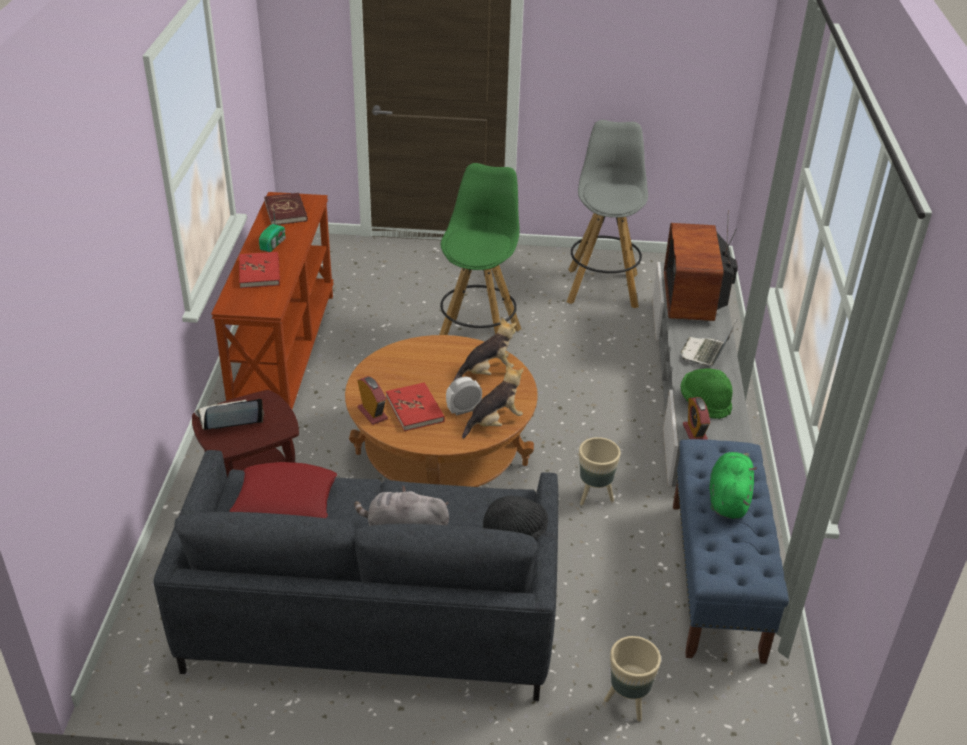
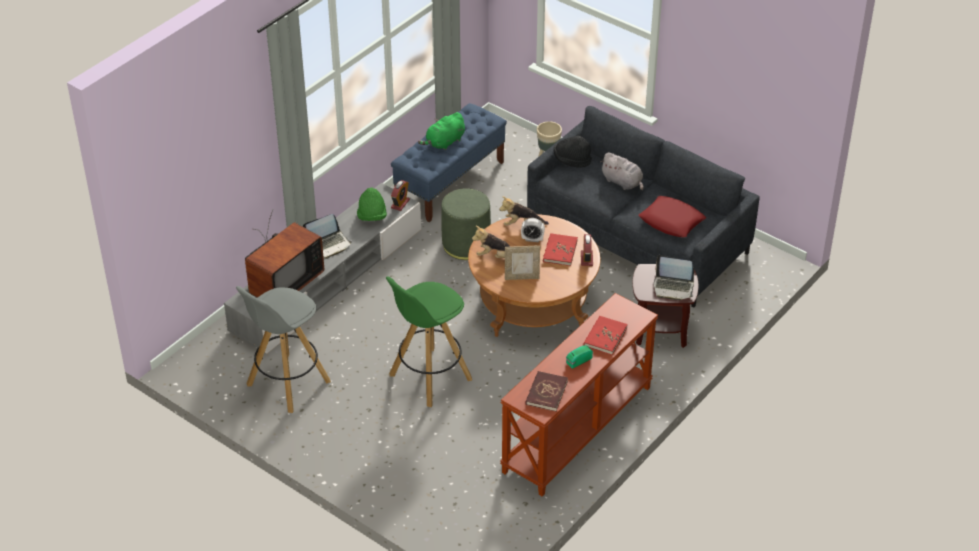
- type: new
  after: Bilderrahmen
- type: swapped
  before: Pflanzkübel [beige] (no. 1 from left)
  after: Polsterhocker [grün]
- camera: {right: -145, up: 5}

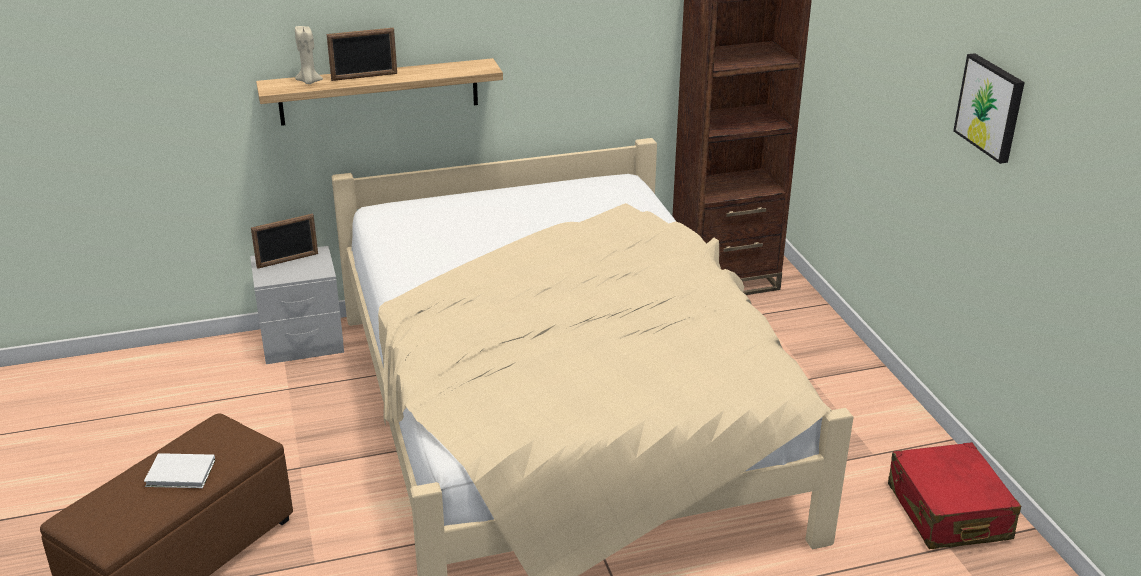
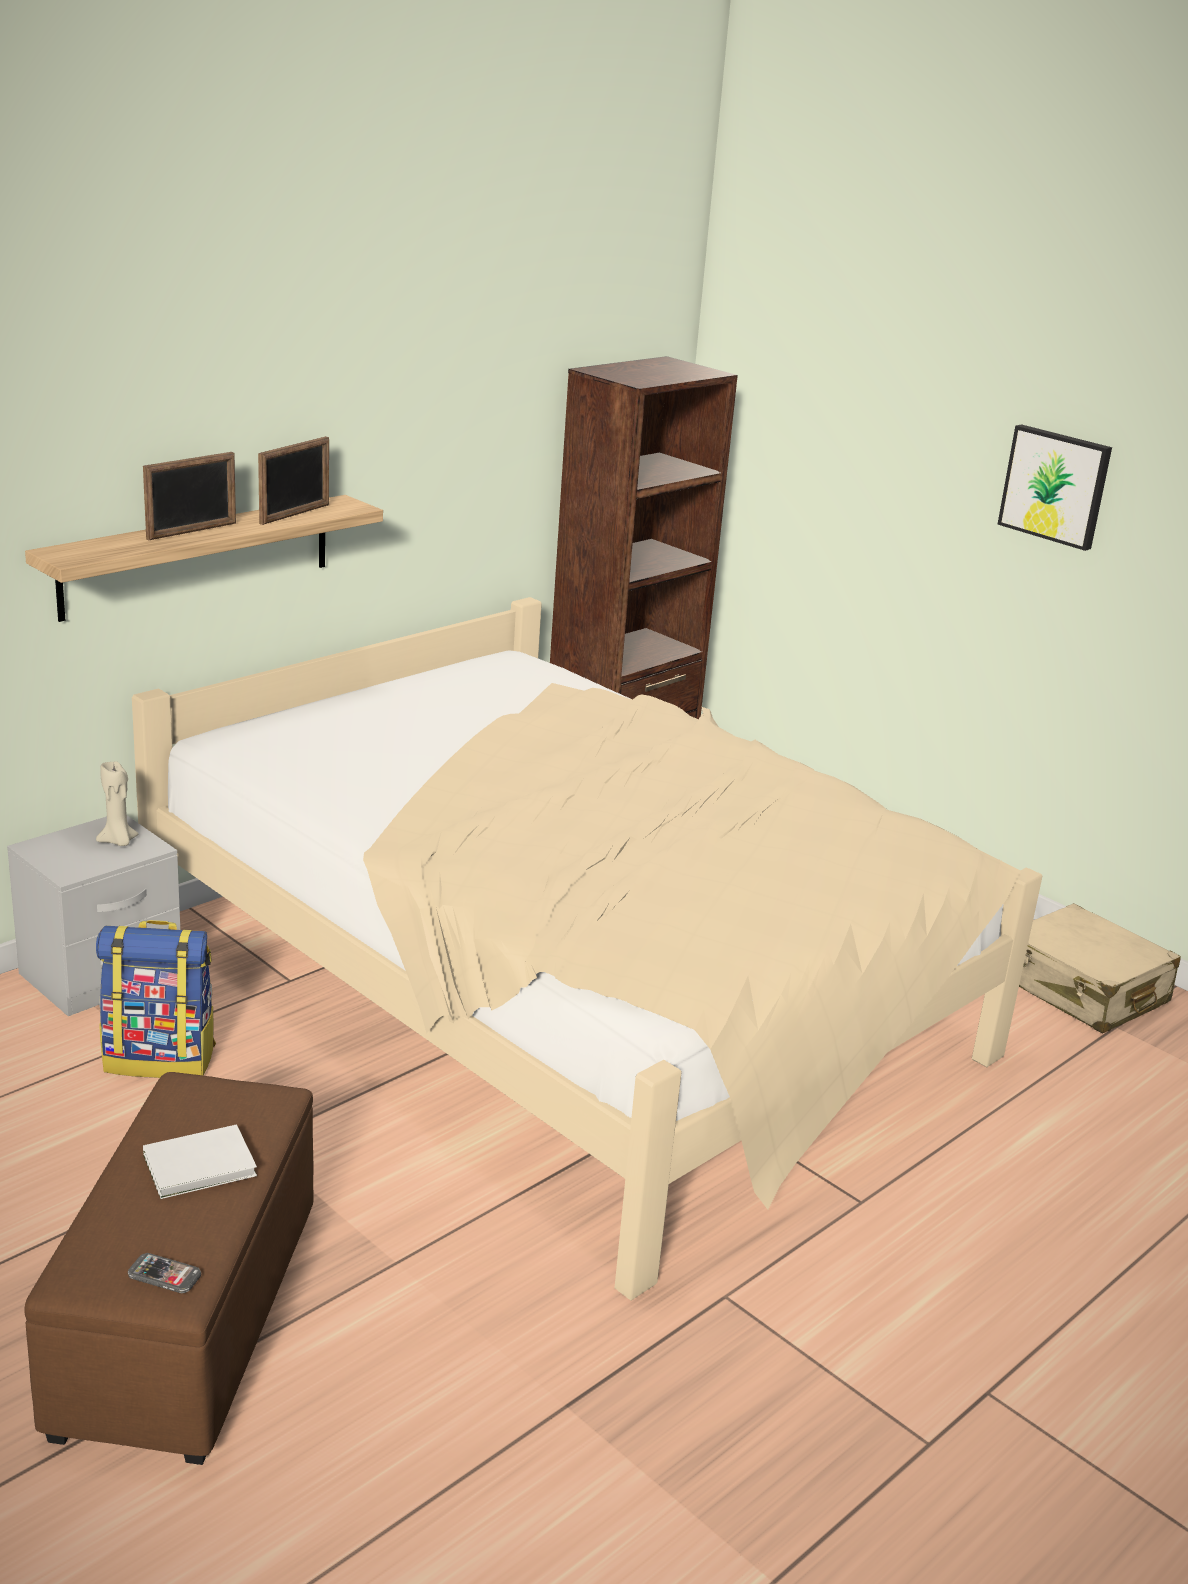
- type: new
  after: Rucksack
- type: new
  after: Handy
- type: shifted
  before: Bilderrahmen (no. 1 from left in the first image)
  after: Bilderrahmen (no. 2 from left)
- type: shifted
  before: Kerze [beige]
- type: repainted
  before: Koffer [rot]
  after: Koffer [beige]
- camera: {right: -30, up: -5}

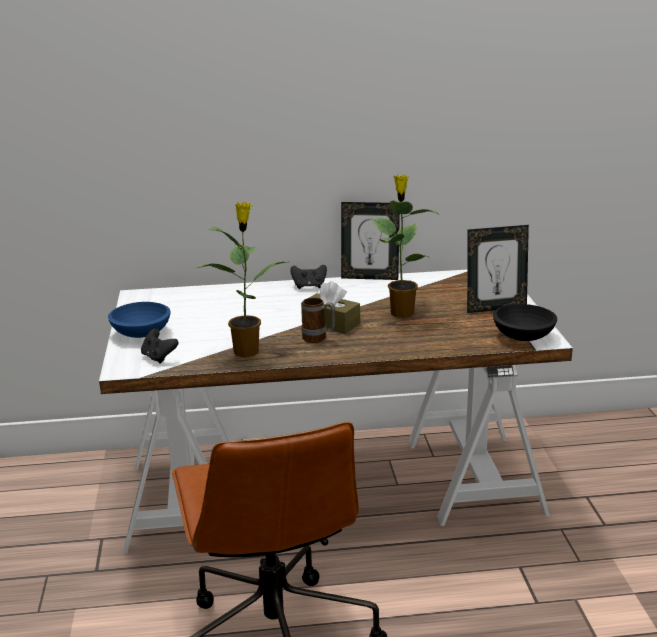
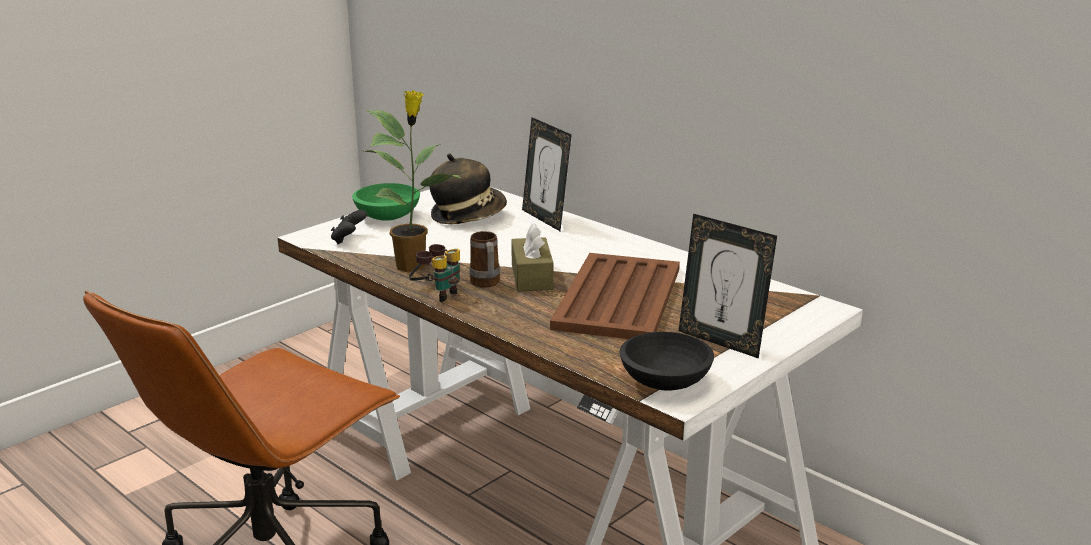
- type: gone
  before: Gamepad [schwarz] (no. 2 from left)
- type: new
  after: Fernglas
- type: new
  after: Hut
- type: shifted
  before: Bilderrahmen (no. 1 from left)
- type: swapped
  before: Topfpflanze (no. 2 from left)
  after: Tablett [braun]
- type: repainted
  before: Schüssel [blau]
  after: Schüssel [grün]
- camera: {right: 50, up: 0}

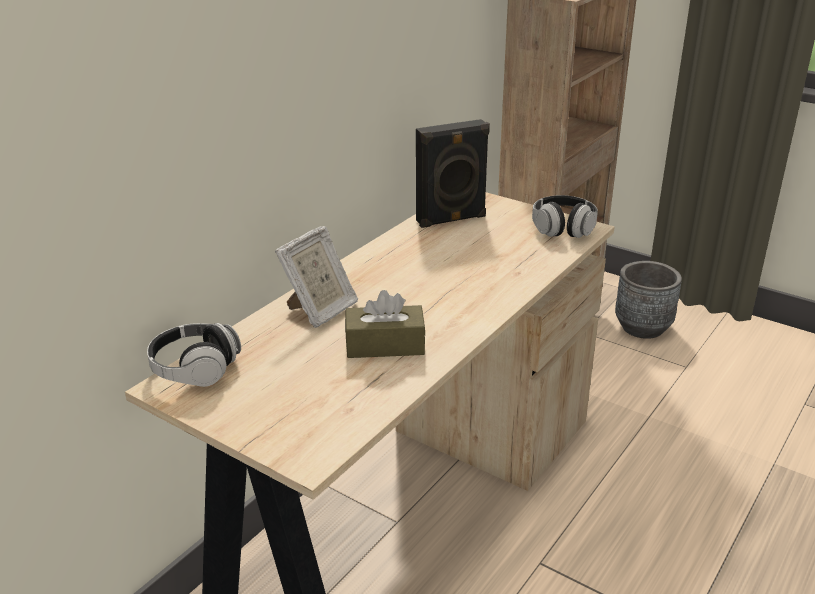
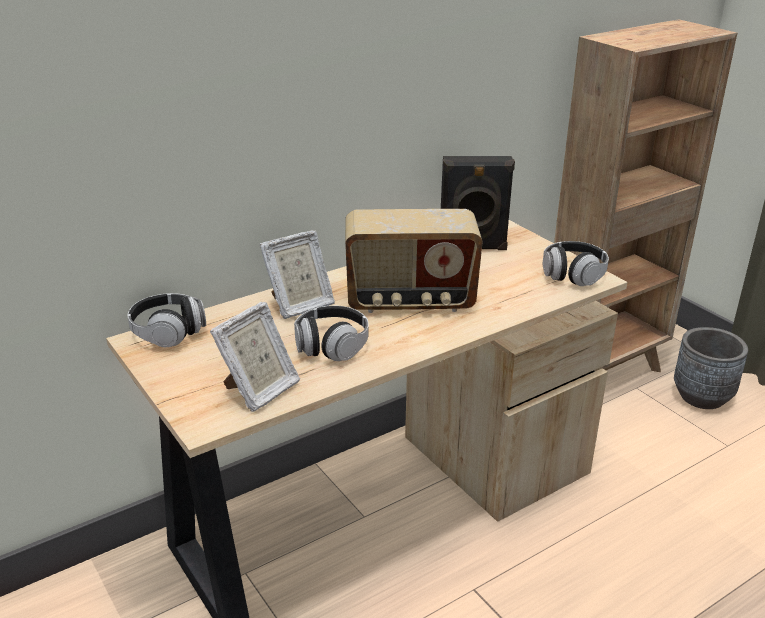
- type: new
  after: Bilderrahmen (no. 1 from left)
- type: new
  after: Radio
- type: swapped
  before: Taschentuchbox [braun]
  after: Kopfhörer (no. 2 from left)
- camera: {right: 20, up: 0}

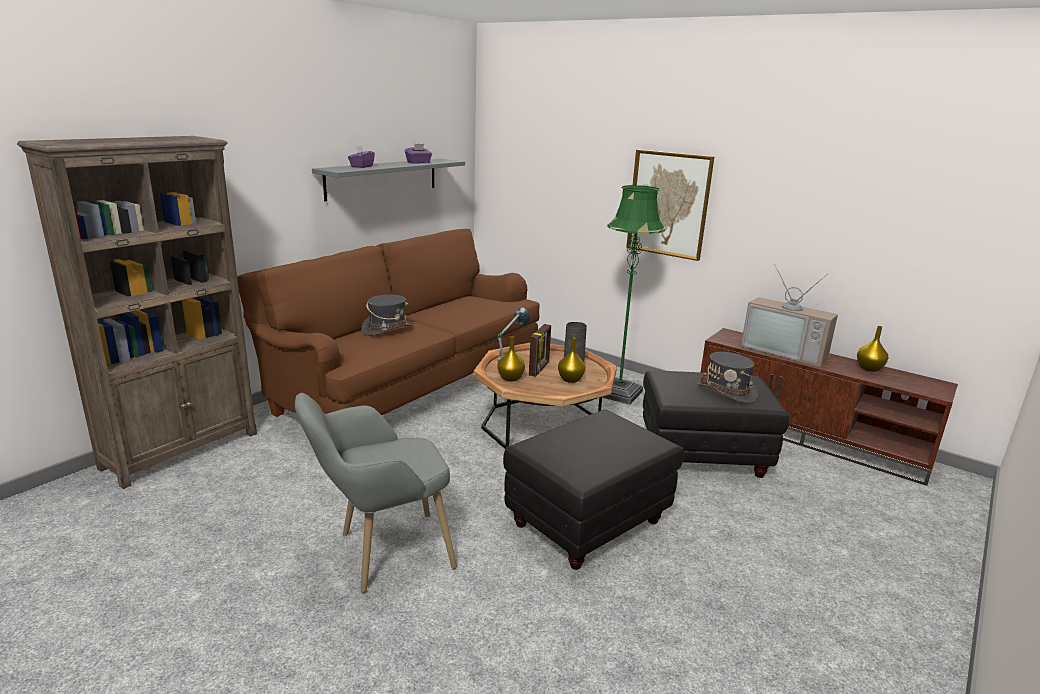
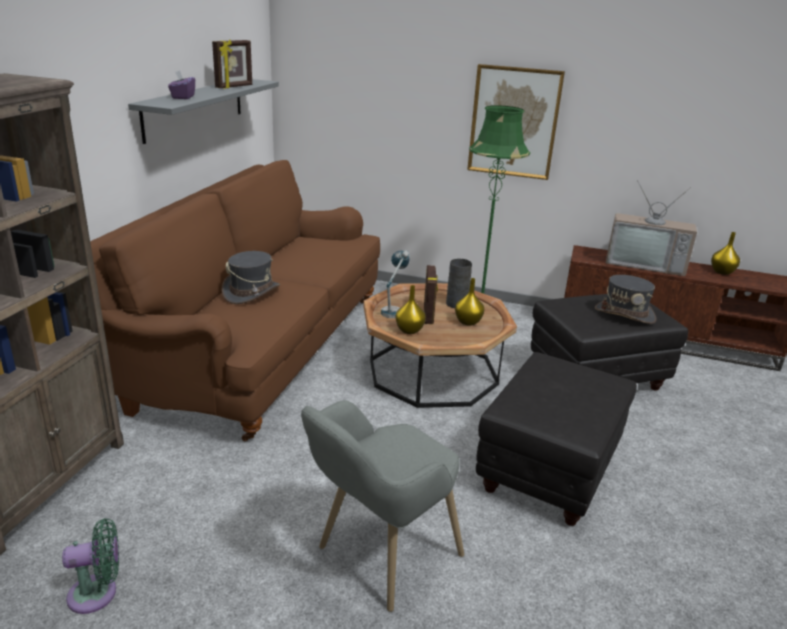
- type: new
  after: Ventilator [grün]
- type: swapped
  before: Taschentuchbox [lila] (no. 2 from left)
  after: Bilderrahmen (no. 1 from left)
- camera: {right: -20, up: 5}

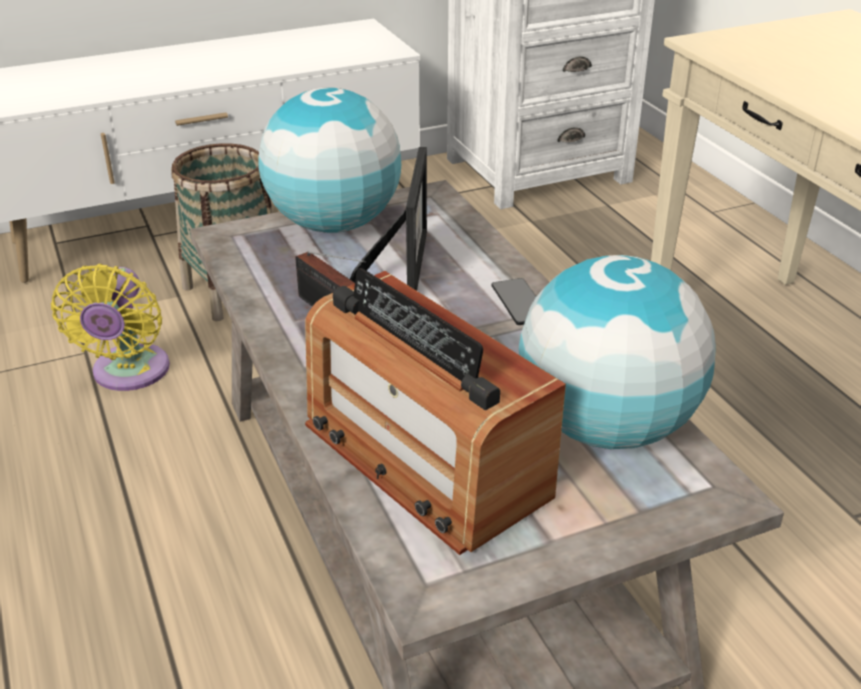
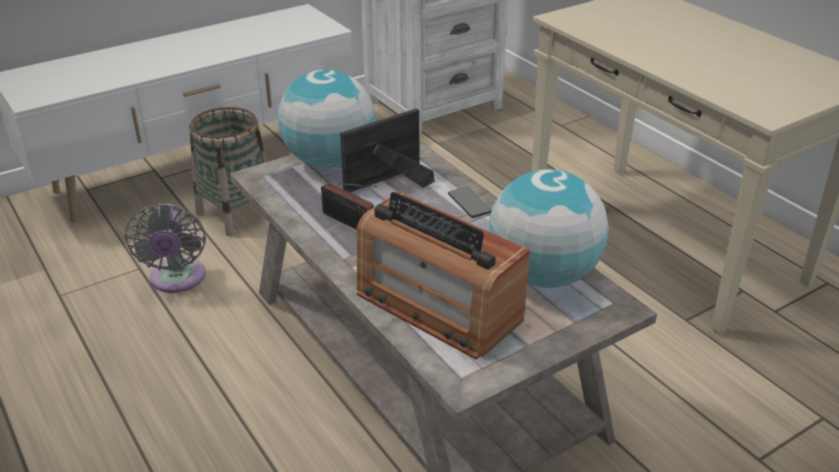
- type: repainted
  before: Ventilator [gelb]
  after: Ventilator [grau]
- type: rotated
  before: Bilderrahmen
  turn: -120
- camera: {right: -10, up: 0}

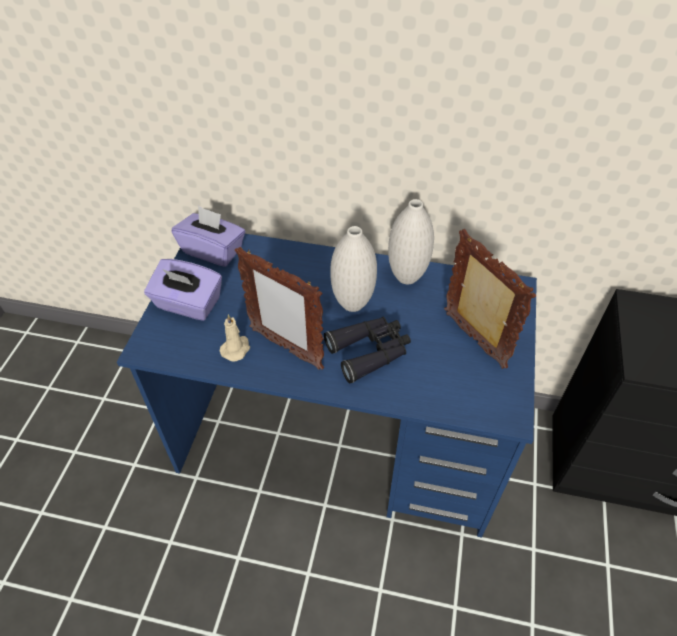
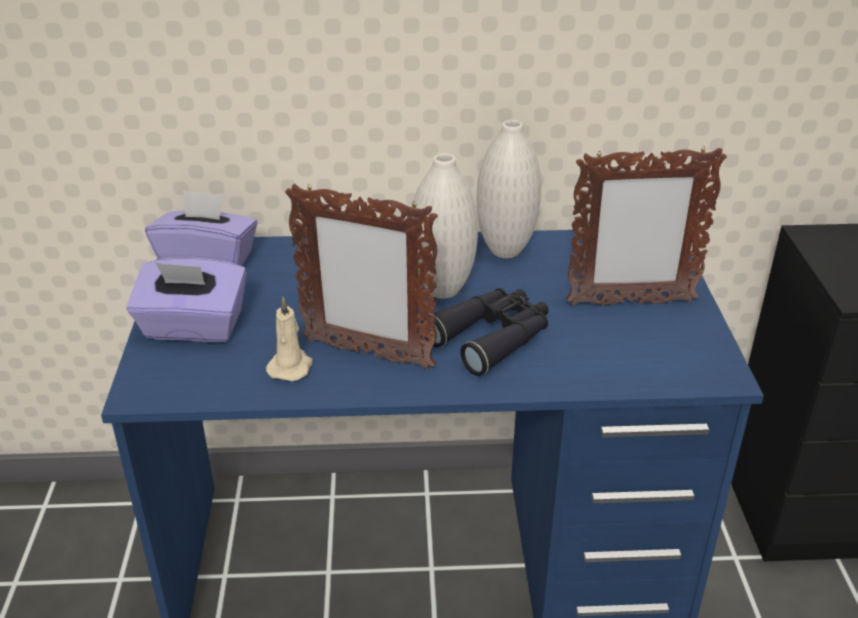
- type: rotated
  before: Bilderrahmen (no. 2 from left)
  turn: 135
- camera: {right: -15, up: -15}

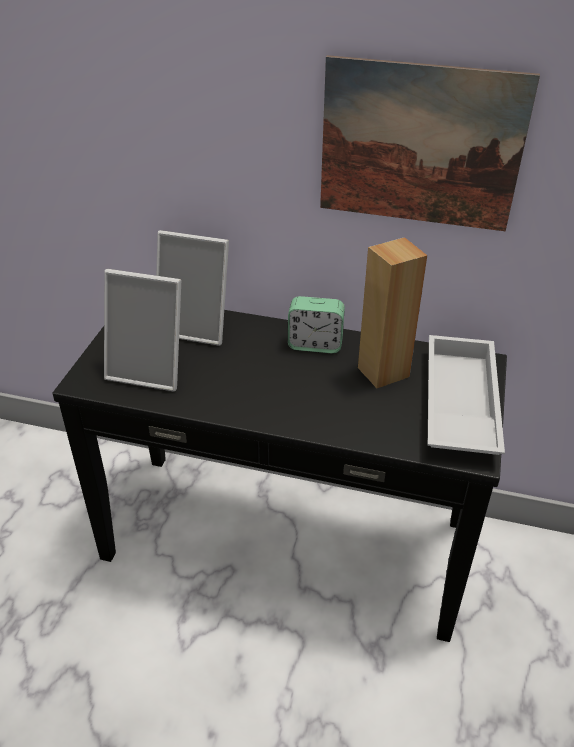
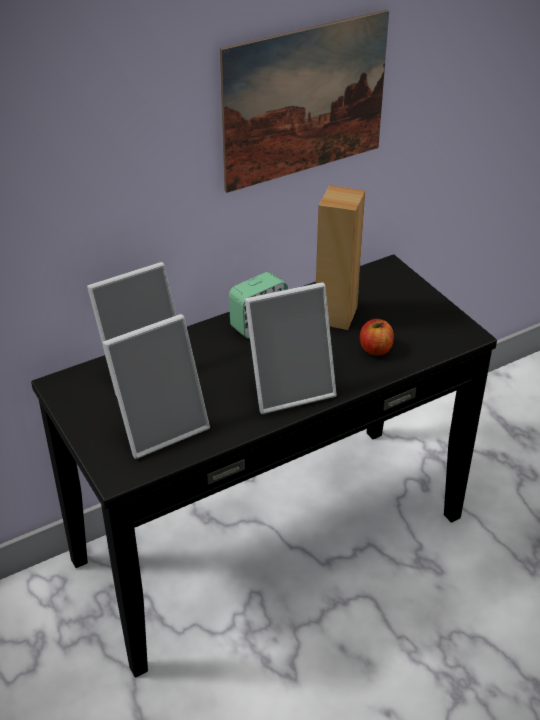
- type: gone
  before: Tablett [weiß]
- type: new
  after: Bilderrahmen (no. 3 from left)
- type: new
  after: Apfel
- camera: {right: -45, up: 0}

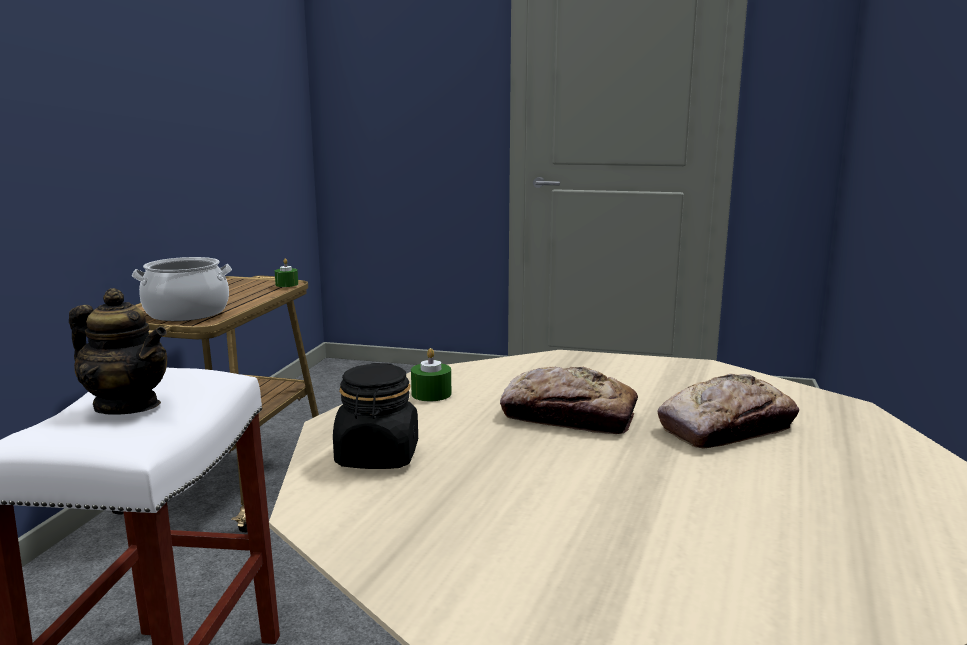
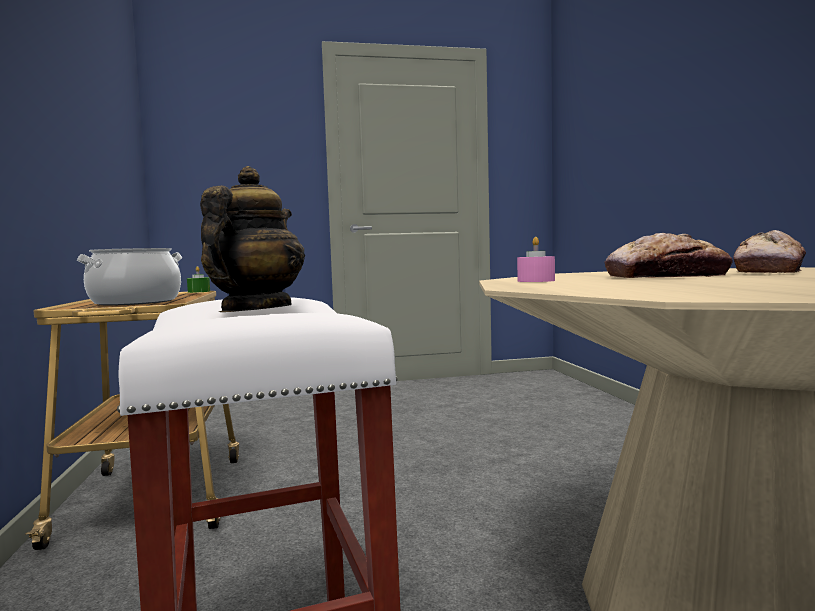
- type: gone
  before: Vorratsglas [schwarz]
- type: repainted
  before: Kerze [grün] (no. 2 from left)
  after: Kerze [rosa]
- type: rotated
  before: Teekanne
  turn: -75
- camera: {right: -25, up: -10}

